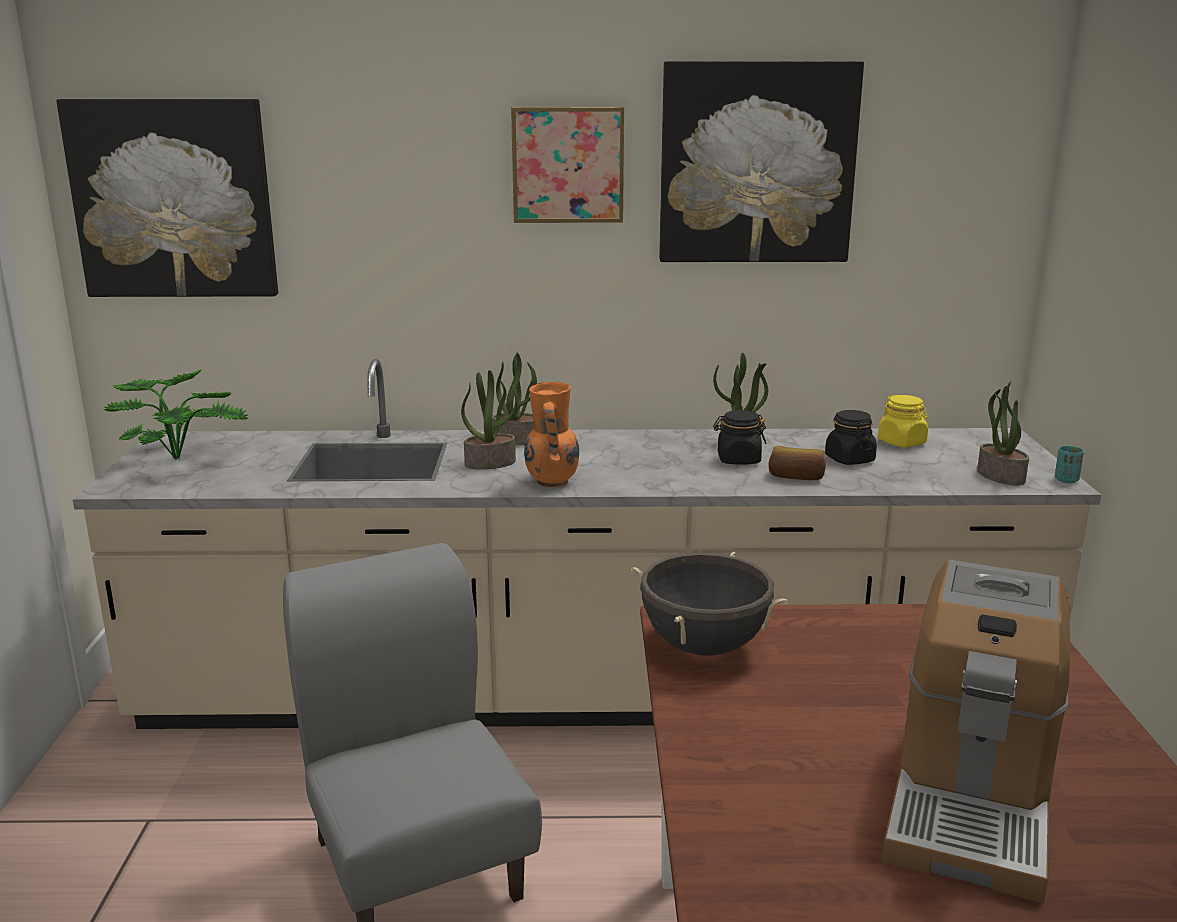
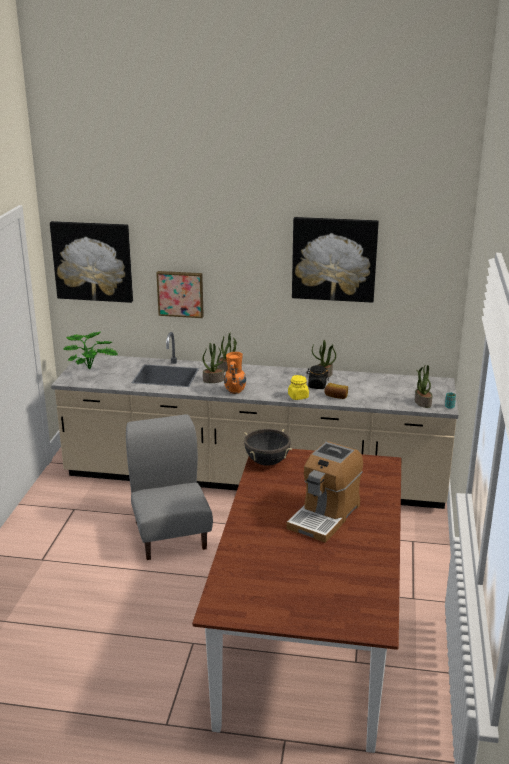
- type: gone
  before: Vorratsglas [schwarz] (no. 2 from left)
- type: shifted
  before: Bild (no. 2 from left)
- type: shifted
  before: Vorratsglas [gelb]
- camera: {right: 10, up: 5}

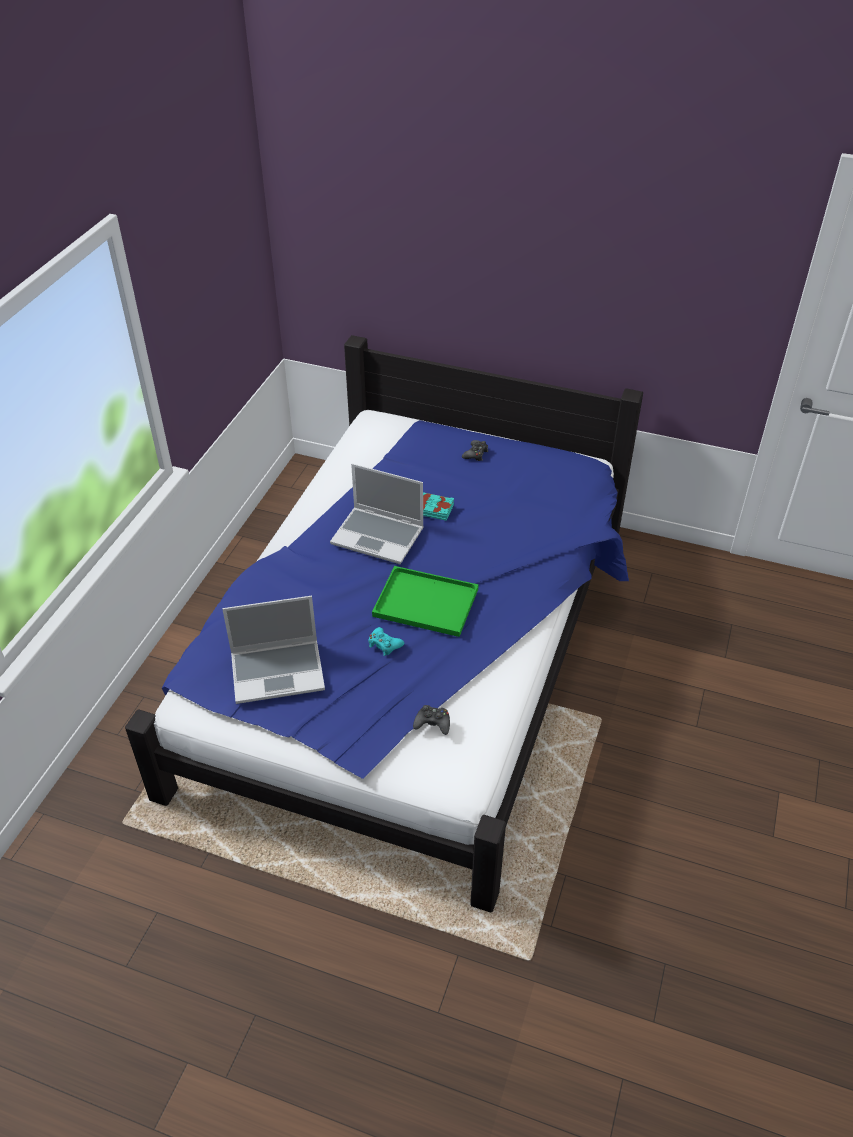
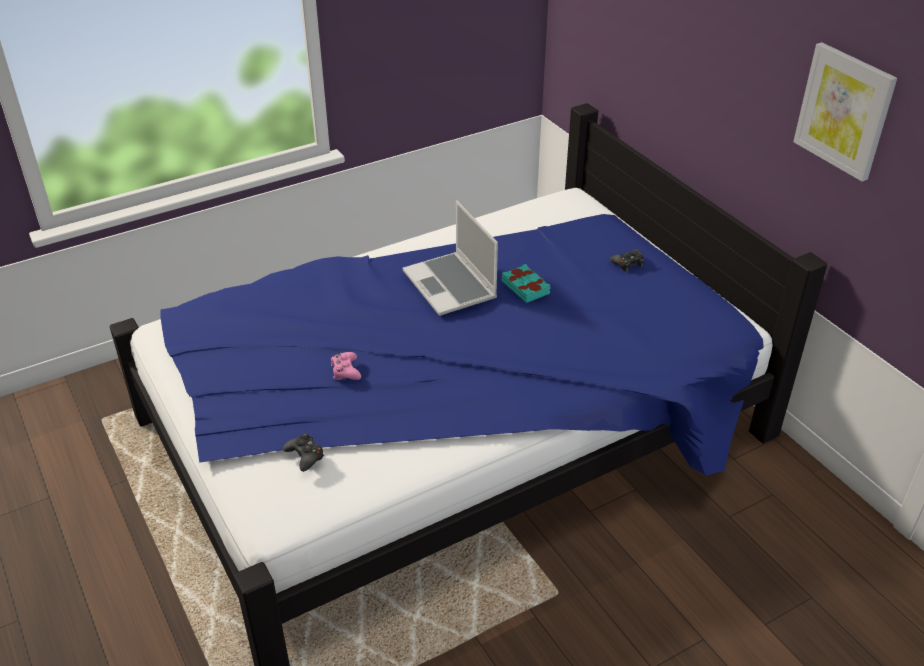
- type: gone
  before: Laptop (no. 1 from left)
- type: gone
  before: Tablett [grün]
- type: new
  after: Bild
- type: repainted
  before: Gamepad [türkis]
  after: Gamepad [rosa]
- camera: {right: 40, up: -5}

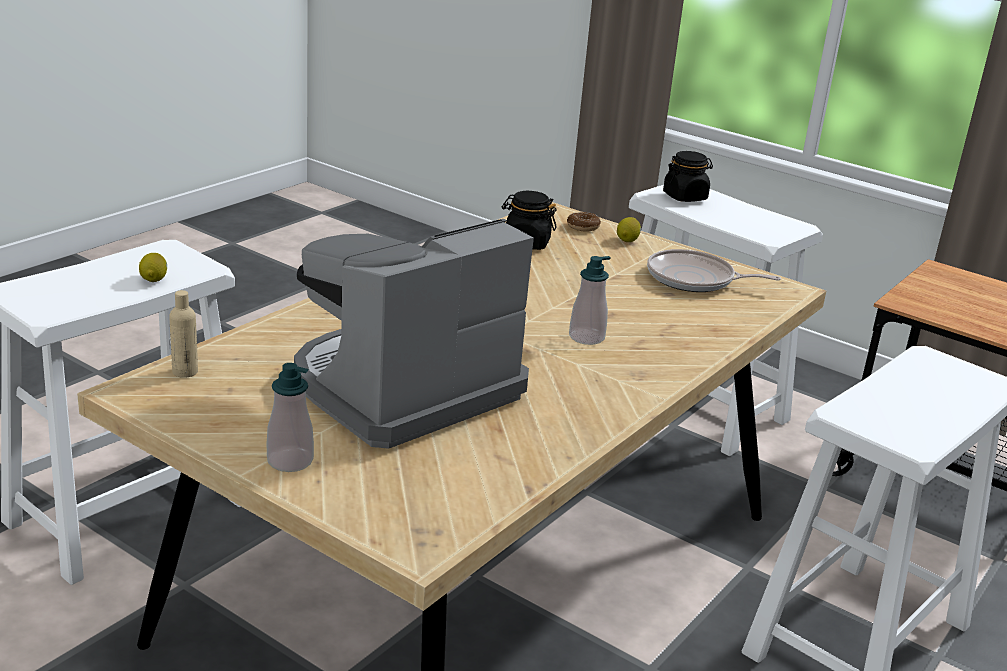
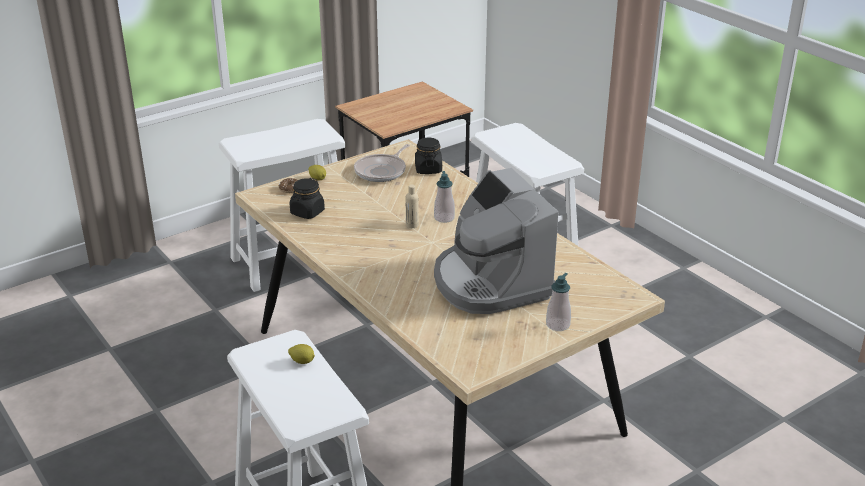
- type: shifted
  before: Flasche [beige]
- type: shifted
  before: Vorratsglas [schwarz] (no. 2 from left)
- camera: {right: -70, up: 5}

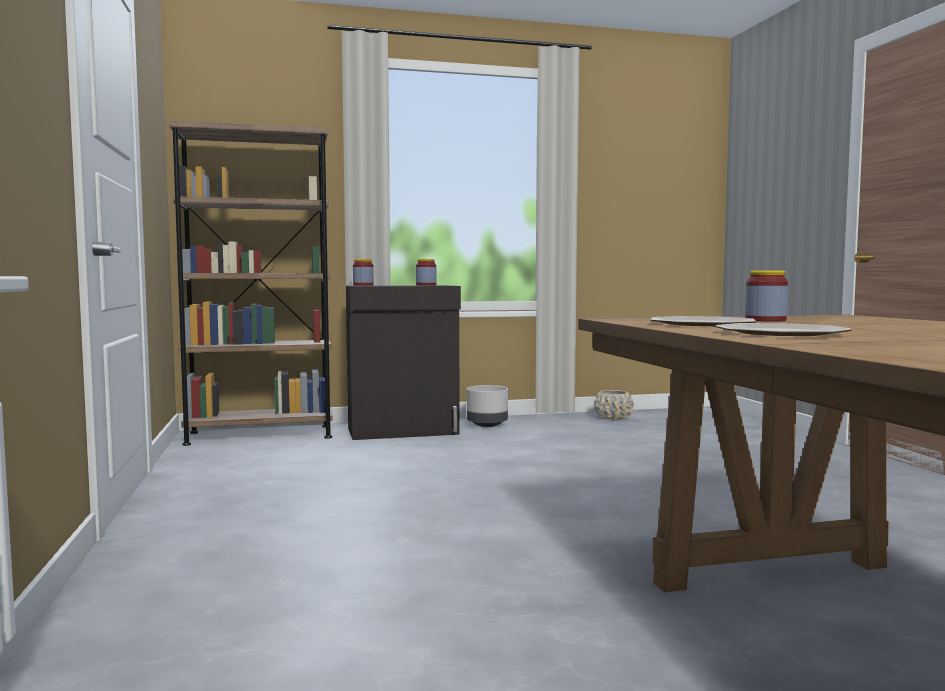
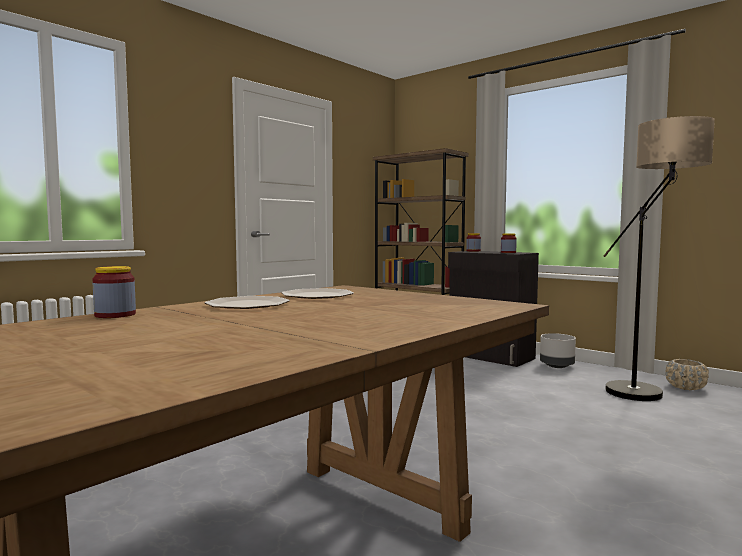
- type: new
  after: Stehlampe
- type: shifted
  before: Vorratsglas (no. 3 from left in the first image)
  after: Vorratsglas (no. 1 from left)
- camera: {right: 55, up: 0}

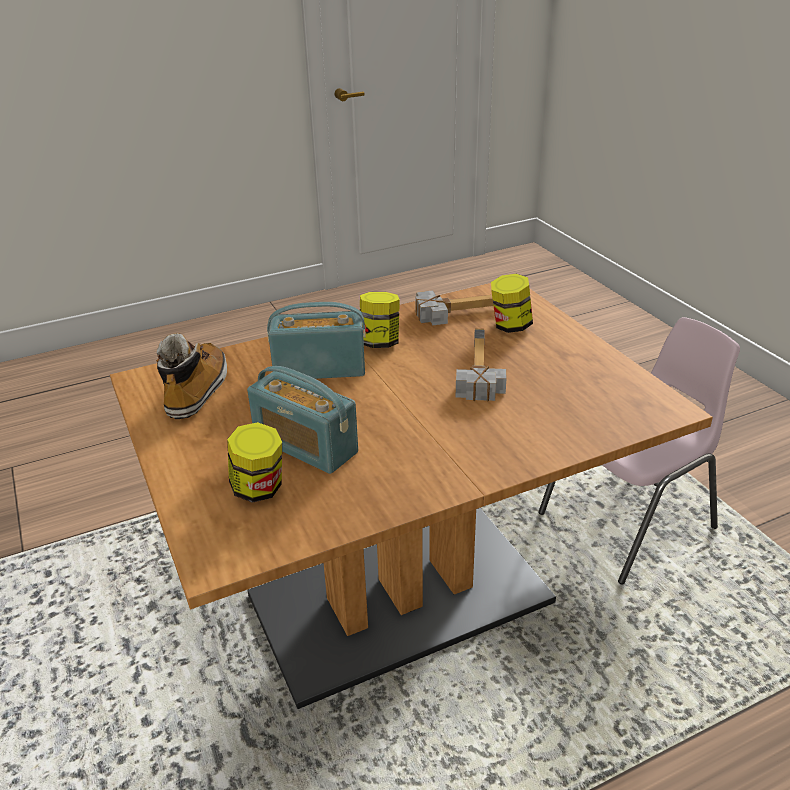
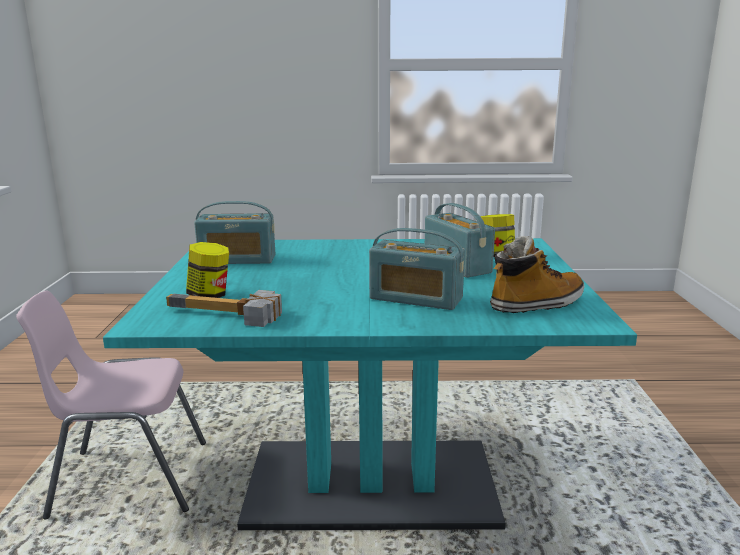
- type: gone
  before: Vorratsglas (no. 2 from left)
- type: gone
  before: Hammer (no. 2 from left)
- type: new
  after: Radio (no. 1 from left)
- type: repainted
  before: Esstisch [braun]
  after: Esstisch [türkis]
- type: rotated
  before: Stiefel
  turn: -150
- camera: {right: -155, up: -15}

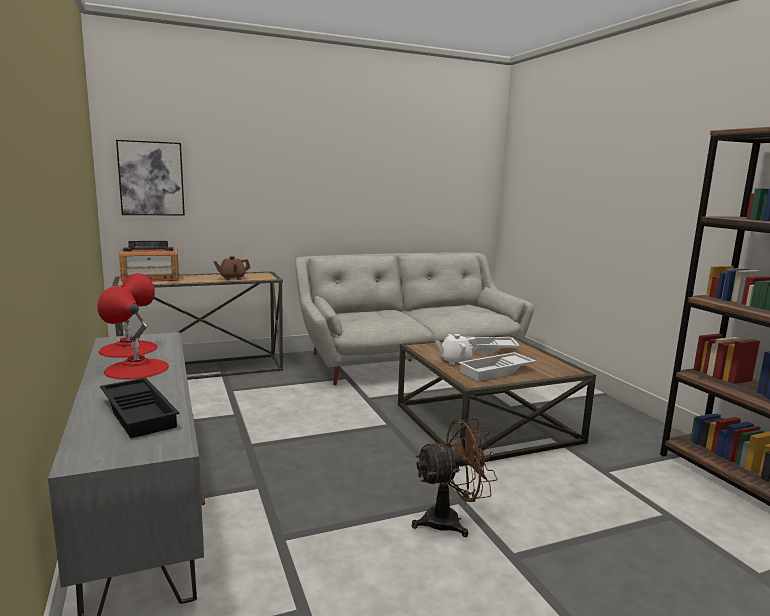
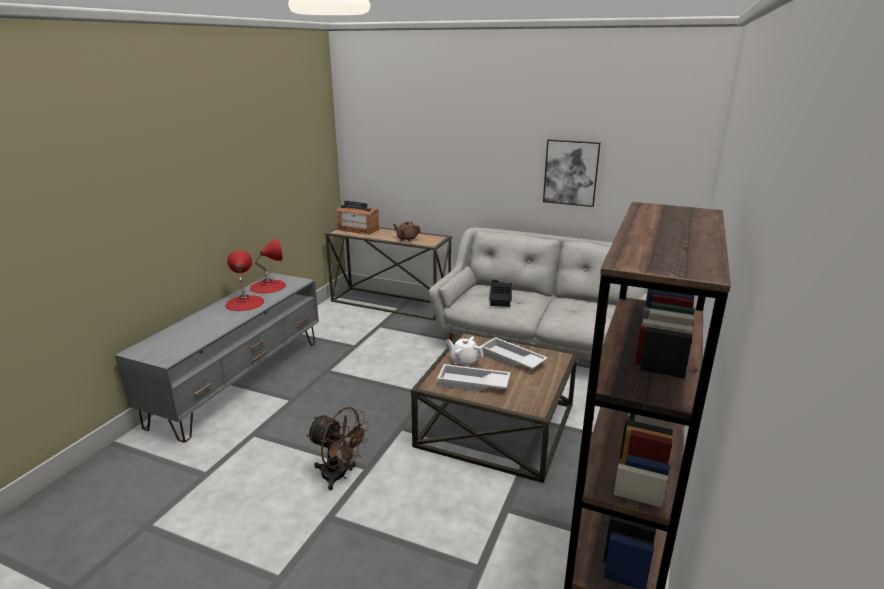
- type: shifted
  before: Tablett [schwarz]
- type: shifted
  before: Bild
- camera: {right: 45, up: 10}

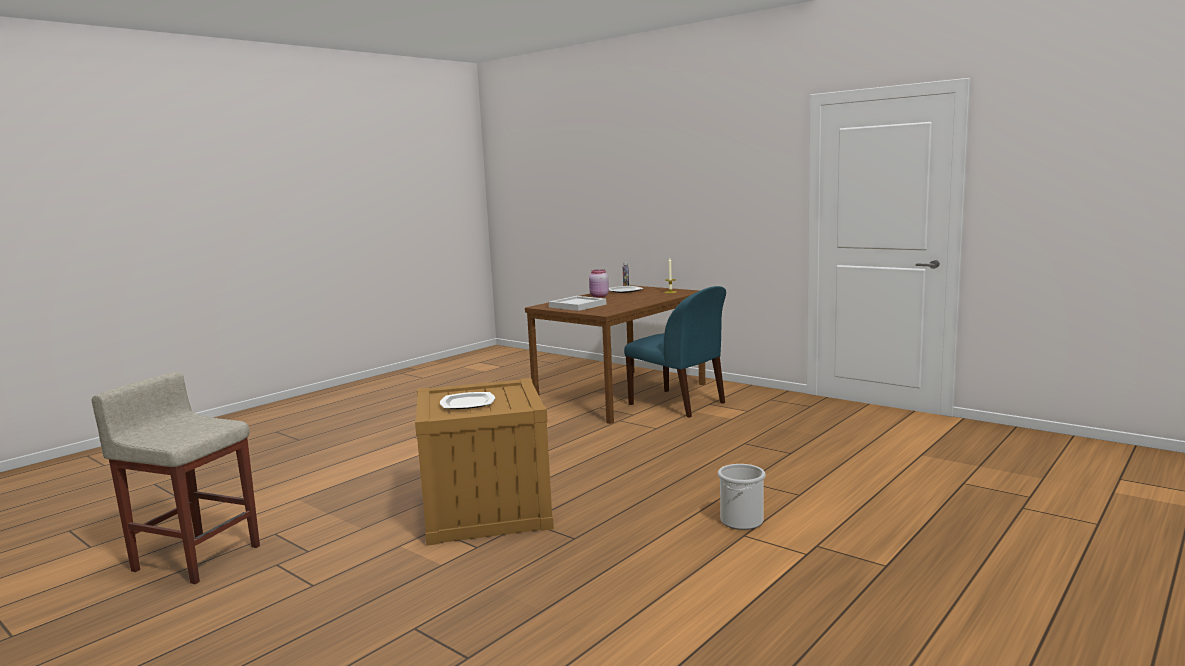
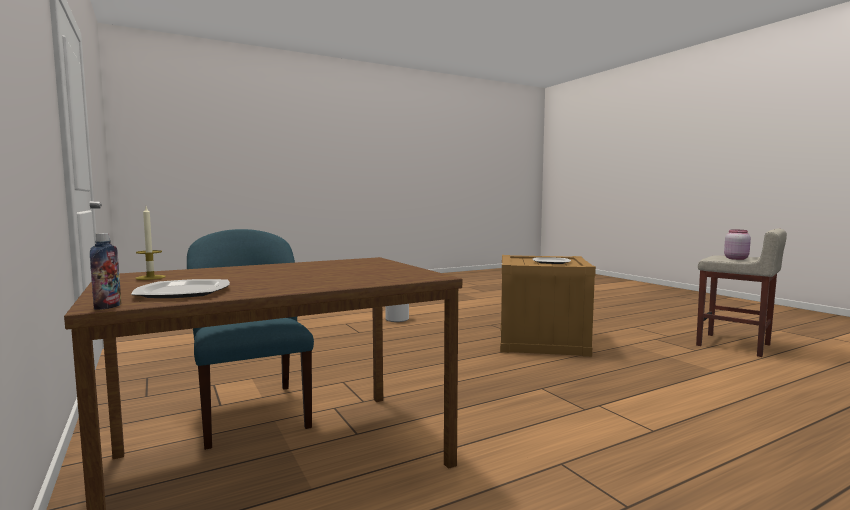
- type: gone
  before: Tablett [weiß]
- type: shifted
  before: Vorratsglas [rosa]
- camera: {right: -160, up: -5}

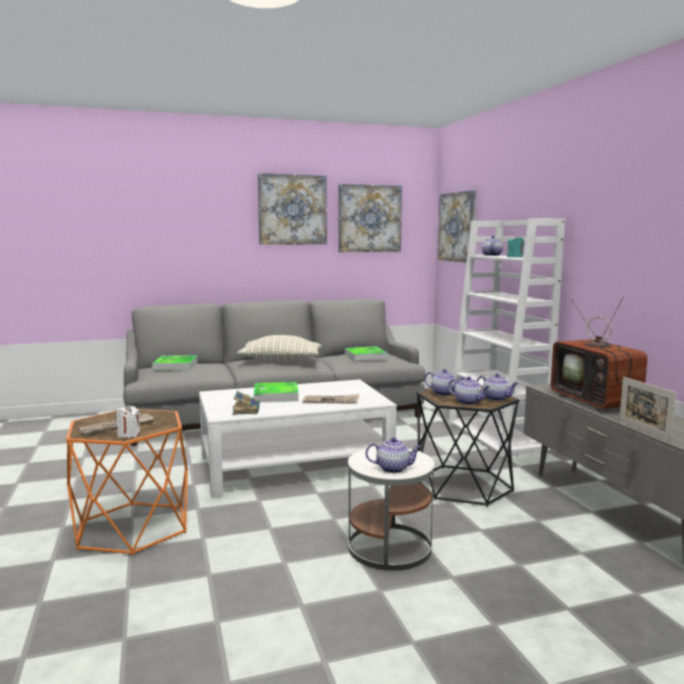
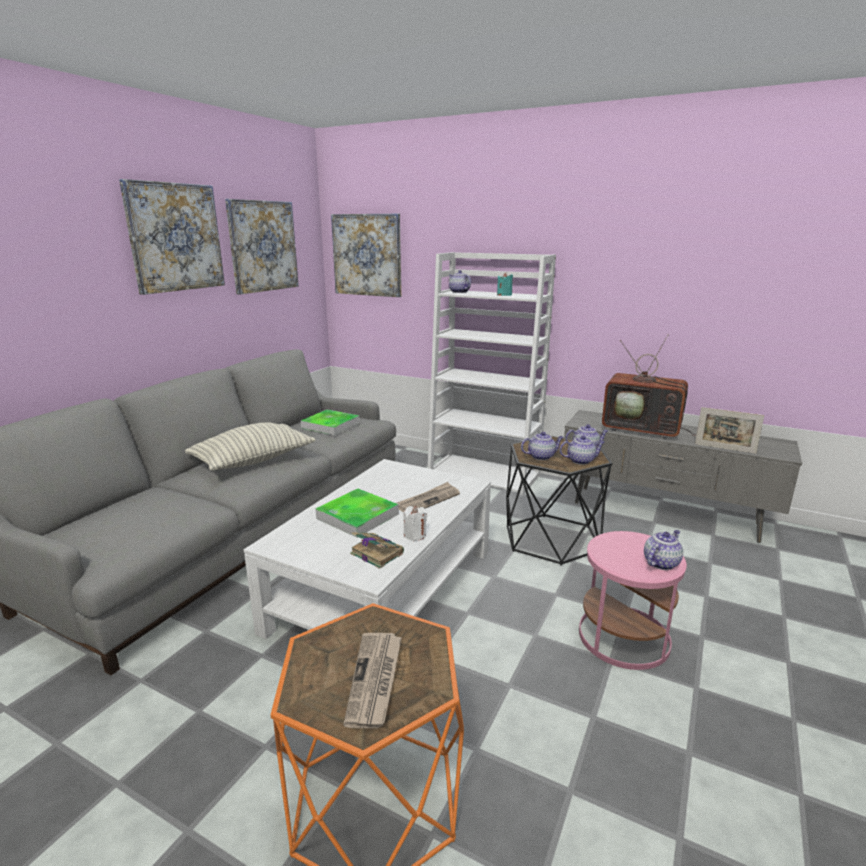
- type: gone
  before: Tablett (no. 1 from left)
- type: shifted
  before: Kerze [weiß]
- type: repainted
  before: Beistelltisch [weiß]
  after: Beistelltisch [rosa]
- camera: {right: -45, up: 10}

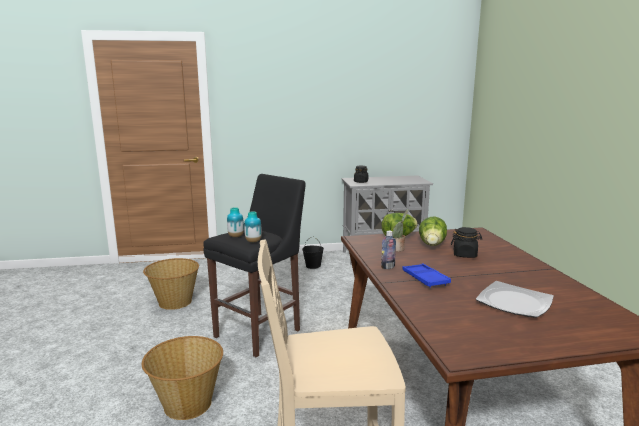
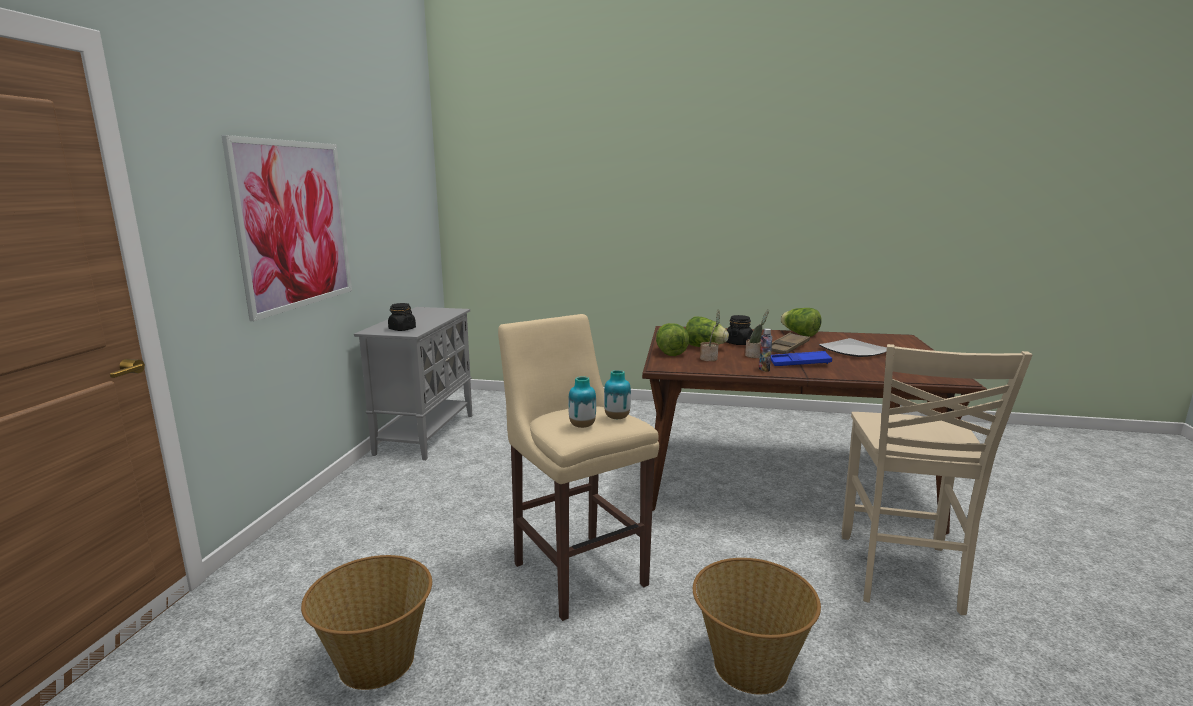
- type: gone
  before: Eimer [schwarz]
- type: new
  after: Bild
- type: new
  after: Topfpflanze (no. 2 from left)
- type: new
  after: Tablett [braun]
- type: new
  after: Salatkopf (no. 3 from left)
- type: repainted
  before: Hocker [schwarz]
  after: Hocker [beige]
- camera: {right: -70, up: 0}

